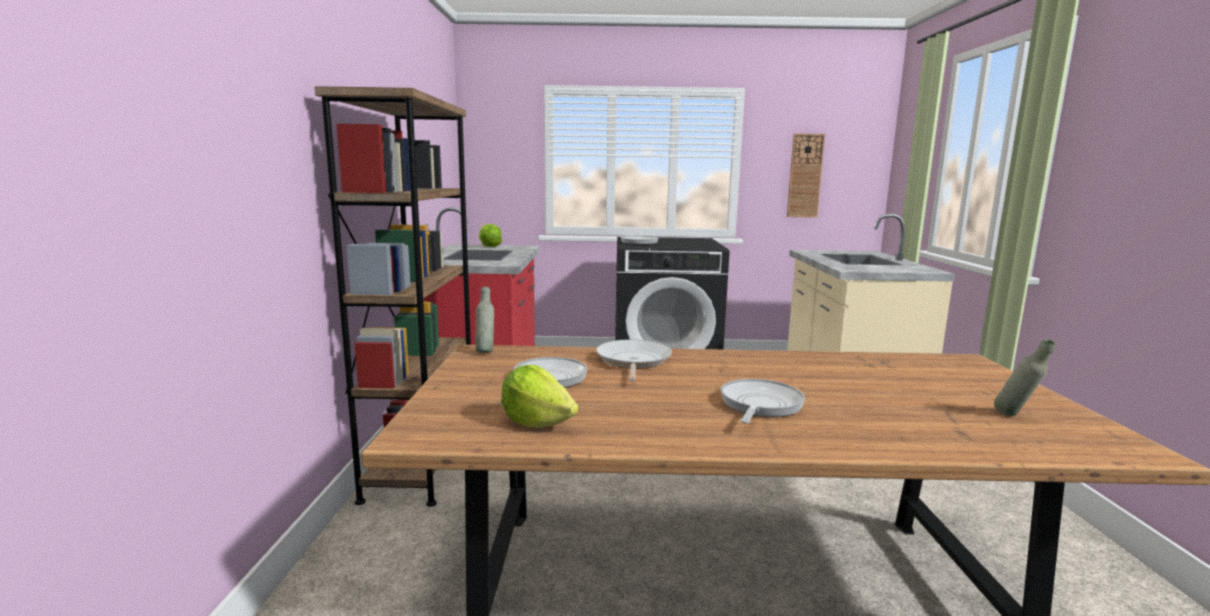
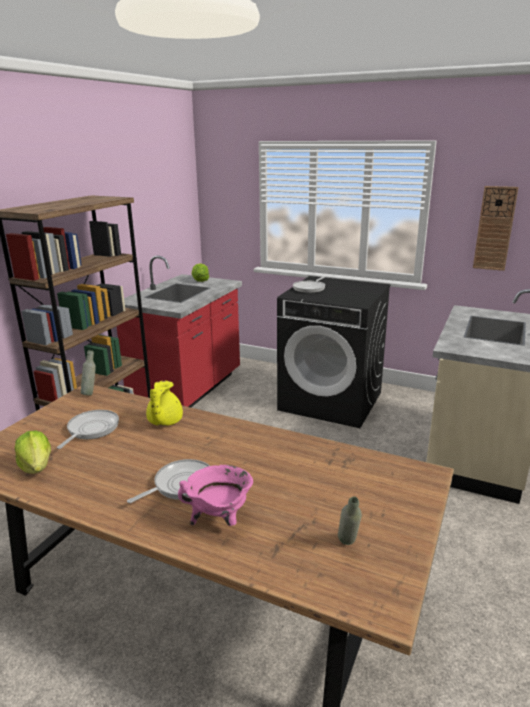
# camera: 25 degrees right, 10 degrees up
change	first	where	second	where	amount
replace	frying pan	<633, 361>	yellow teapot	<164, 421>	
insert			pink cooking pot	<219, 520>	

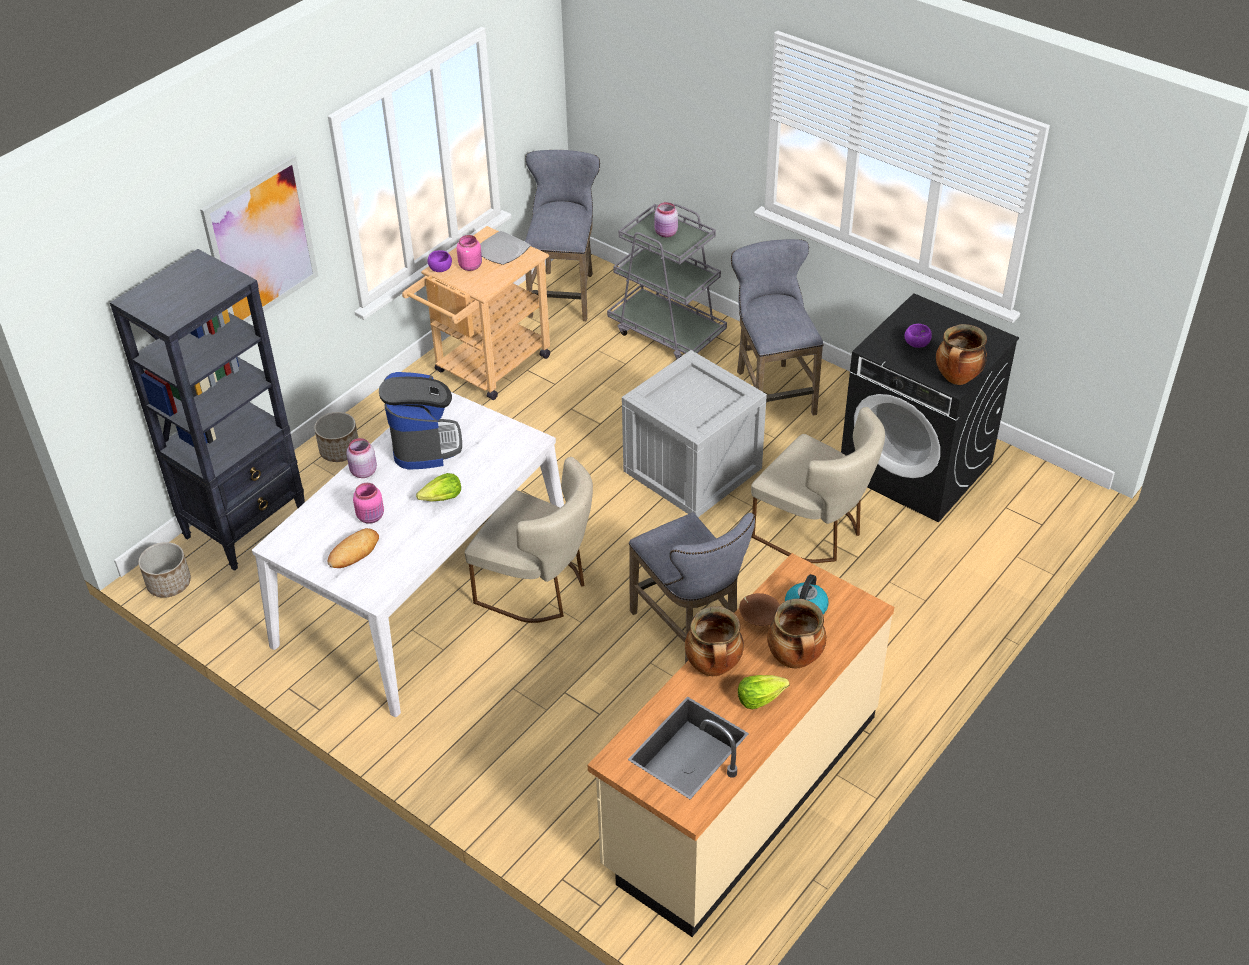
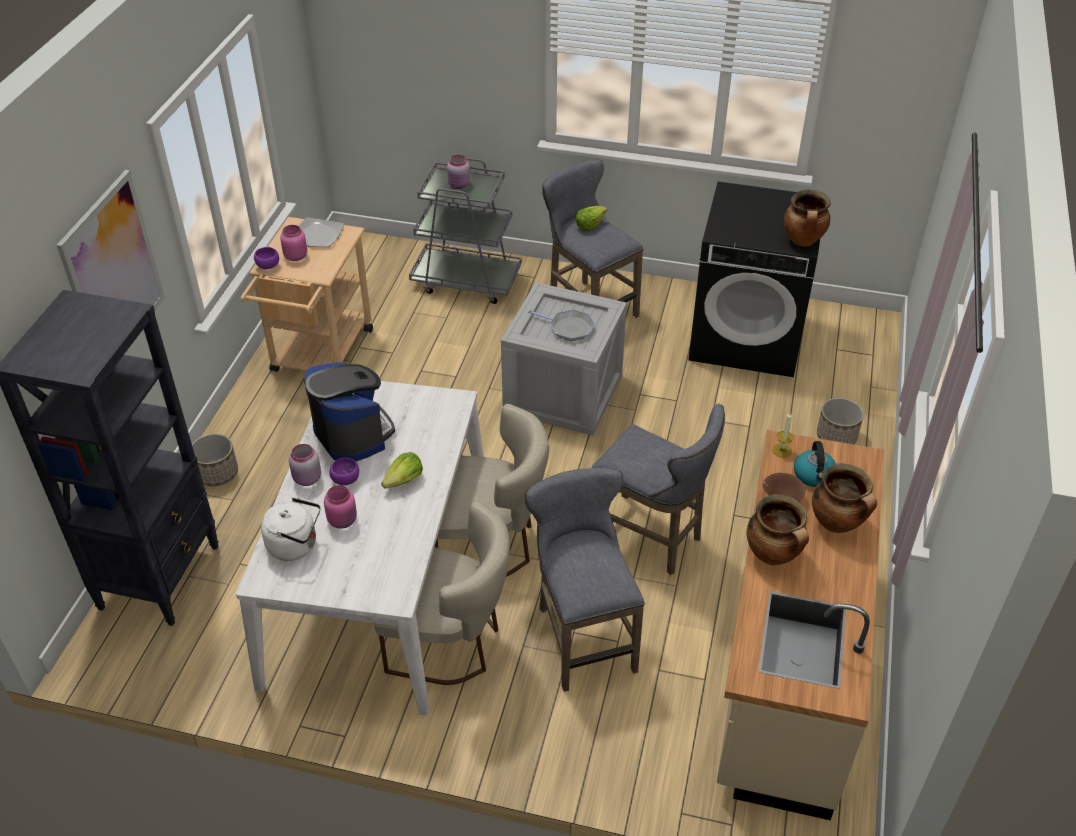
# camera: 25 degrees left, 0 degrees up
change	first	where	second	where	amount
move	planter	<169, 583>		<836, 436>	
delete	bread	<354, 552>			
move	grey stool	<564, 292>		<582, 634>	
move	lettuce	<760, 698>		<590, 224>	
move	beige chair	<815, 532>		<451, 642>	
move	purple bowl	<917, 344>		<346, 480>	
insert			white kettle	<295, 545>	
insert			frying pan	<568, 328>	
insert			candle	<782, 450>	

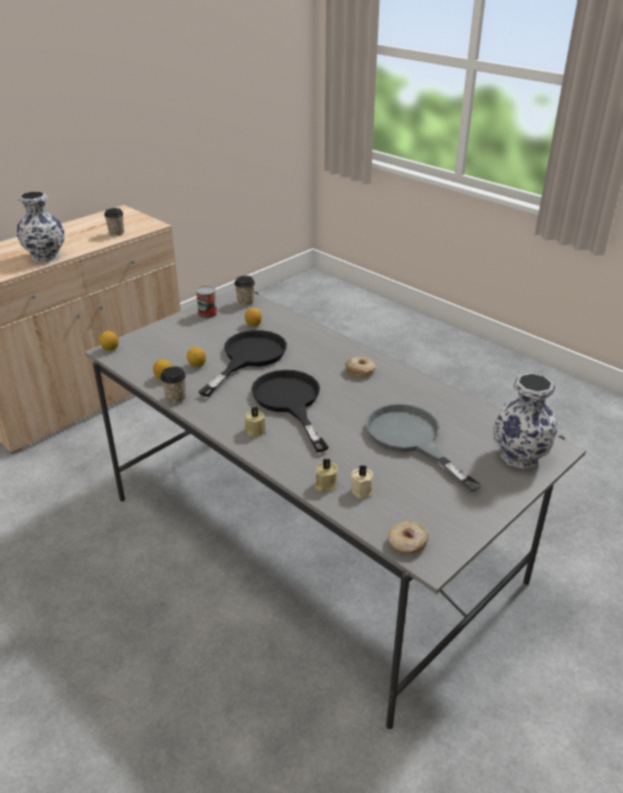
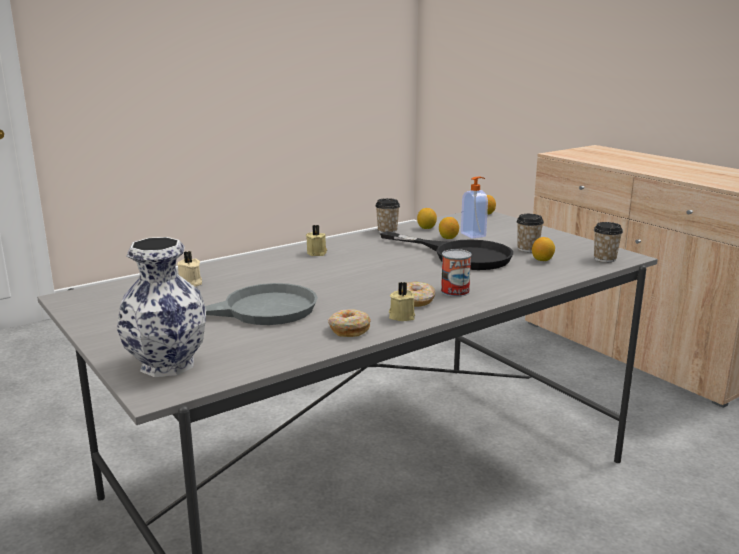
# camera: 100 degrees right, 15 degrees down
change	first	where	second	where	amount
delete	vase	<45, 256>			
move	cup	<116, 233>		<528, 249>	
move	can	<207, 313>		<455, 291>	
delete	black frying pan	<290, 402>			
move	beige candle	<325, 484>		<401, 316>	
move	donut	<407, 543>		<349, 329>	
insert			soap dispenser	<474, 235>	

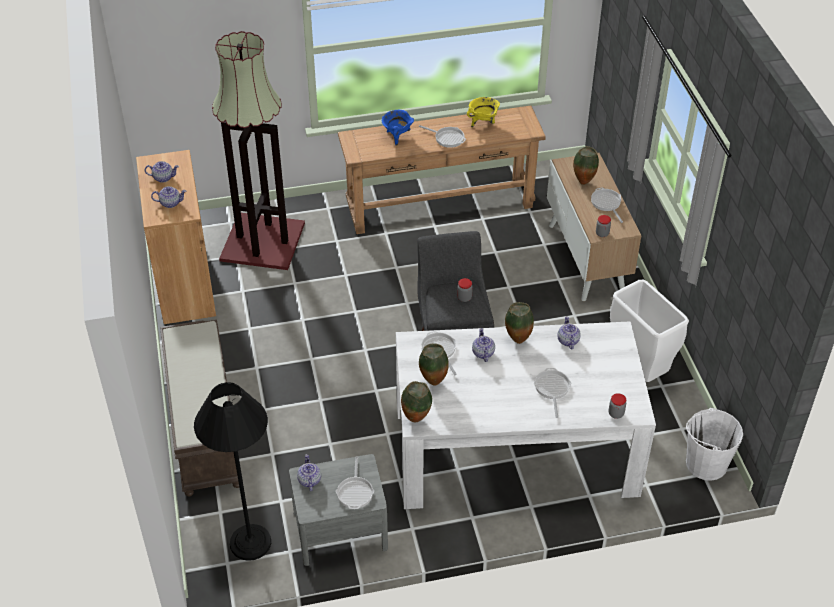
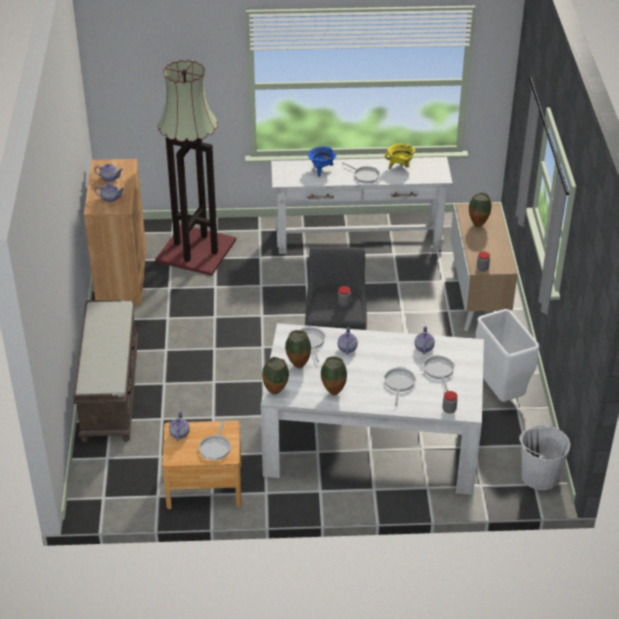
# camera: 10 degrees right, 5 degrees down
change	first	where	second	where	amount
delete	black floor lamp	<250, 542>			
recolor	grey nightstand	<340, 530>	brown nightstand	<204, 485>	
recolor	brown console table	<440, 206>	white console table	<358, 239>	
move	vase	<517, 340>		<333, 392>	
move	frying pan	<606, 203>		<439, 371>	

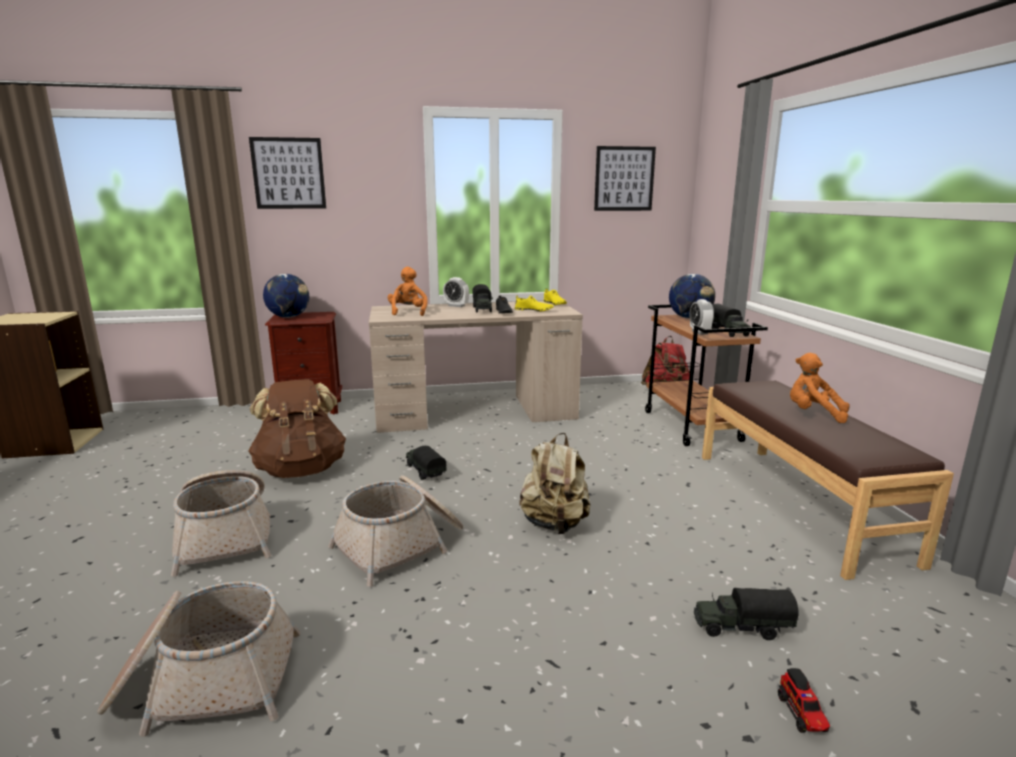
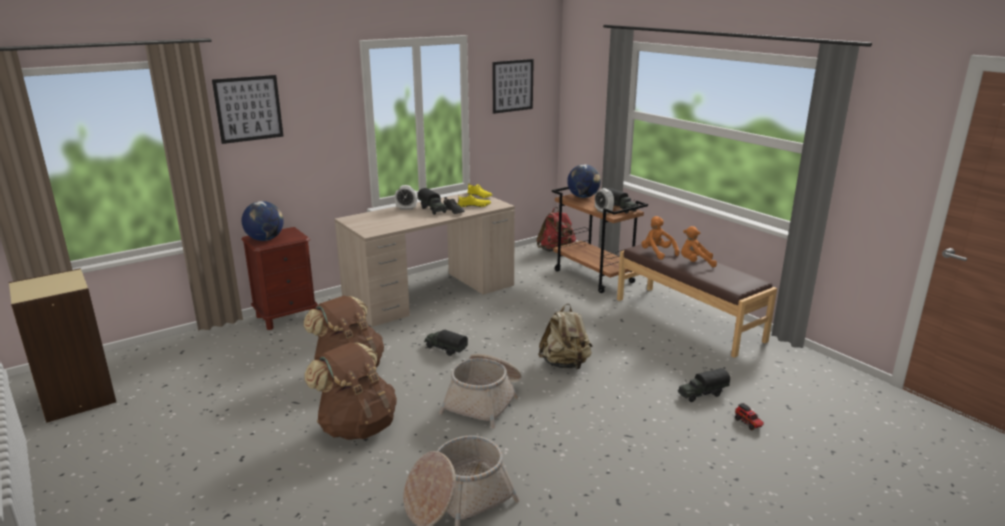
# camera: 25 degrees left, 5 degrees up
change	first	where	second	where	amount
replace	basket	<226, 536>	brown backpack	<357, 426>	
move	orange plush toy	<408, 312>		<657, 253>	

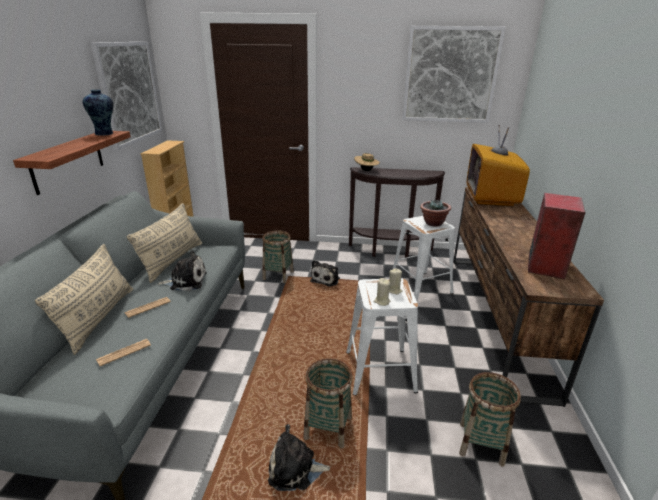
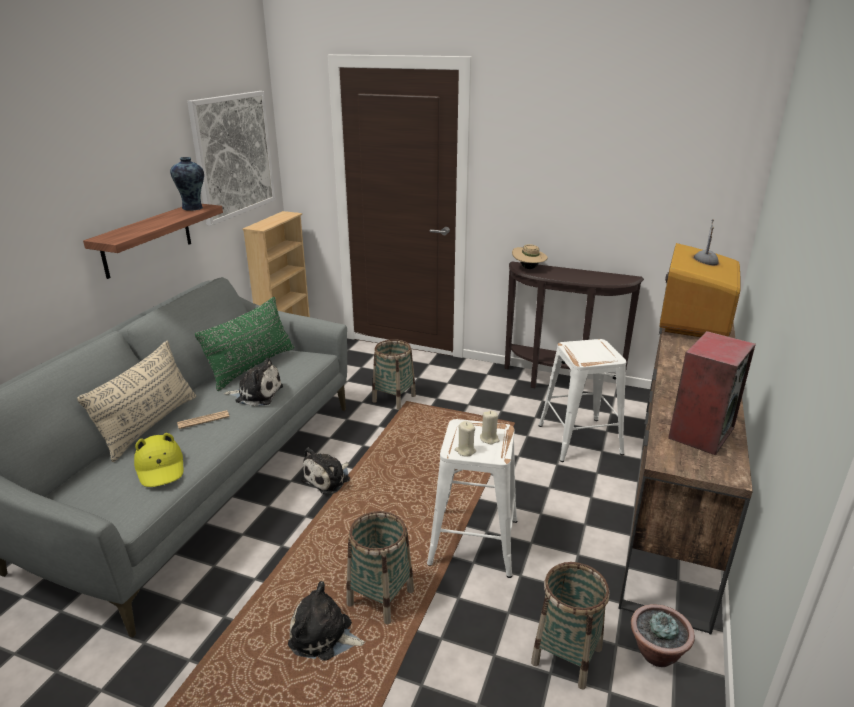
# camera: 15 degrees right, 0 degrees up
change	first	where	second	where	amount
replace	newspaper	<124, 352>	yellow hat	<160, 467>	
recolor	beige pillow	<172, 261>	green pillow	<252, 366>	
move	plush toy	<326, 279>		<328, 479>	
delete	picture	<450, 75>			
move	potted plant	<433, 223>		<656, 653>	

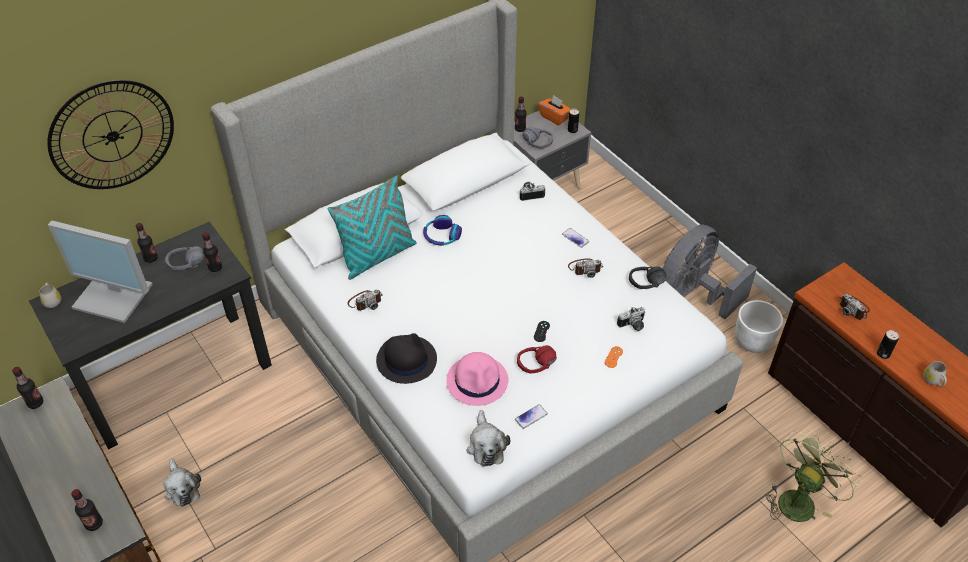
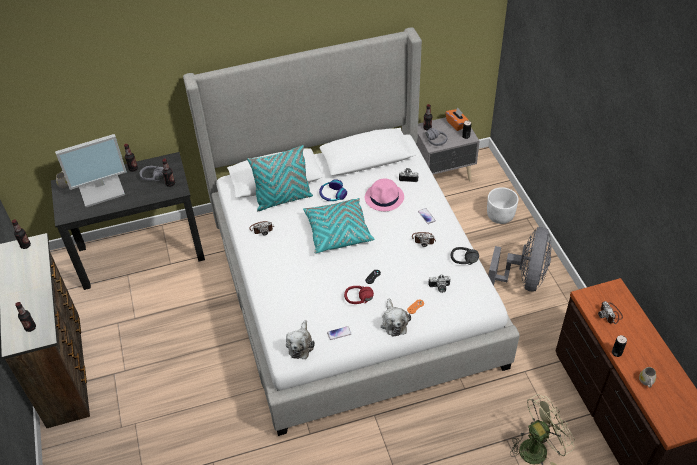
# camera: 20 degrees right, 0 degrees up
change	first	where	second	where	amount
delete	wall clock	<112, 135>			
rotate	monitor	<115, 296>		<102, 189>	60 degrees counterclockwise
move	plush toy	<182, 488>		<394, 322>	
delete	black hat	<406, 360>			
move	pink hat	<478, 381>		<384, 197>	
rotate	grey fan	<693, 295>		<523, 279>	135 degrees clockwise
move	white planter	<752, 340>		<500, 216>	
insert			turquoise pillow	<338, 232>	

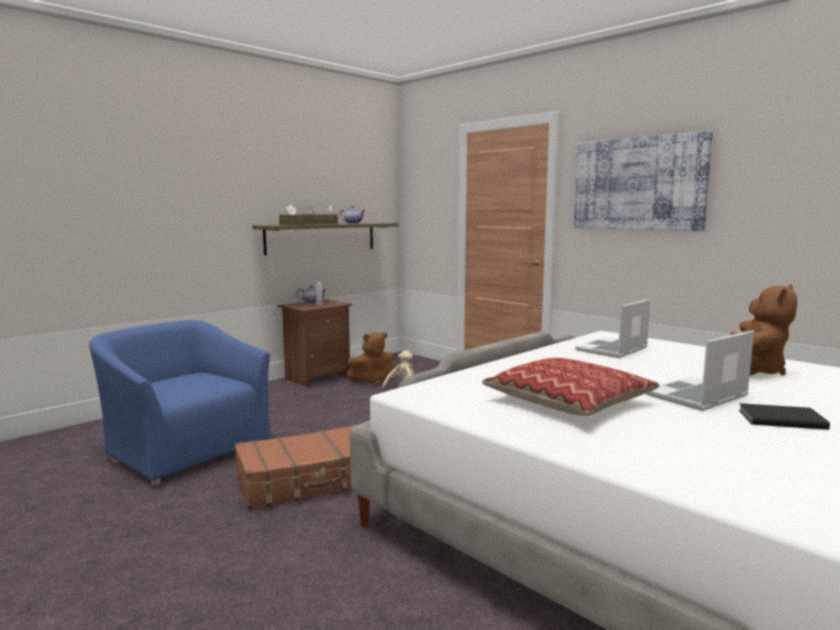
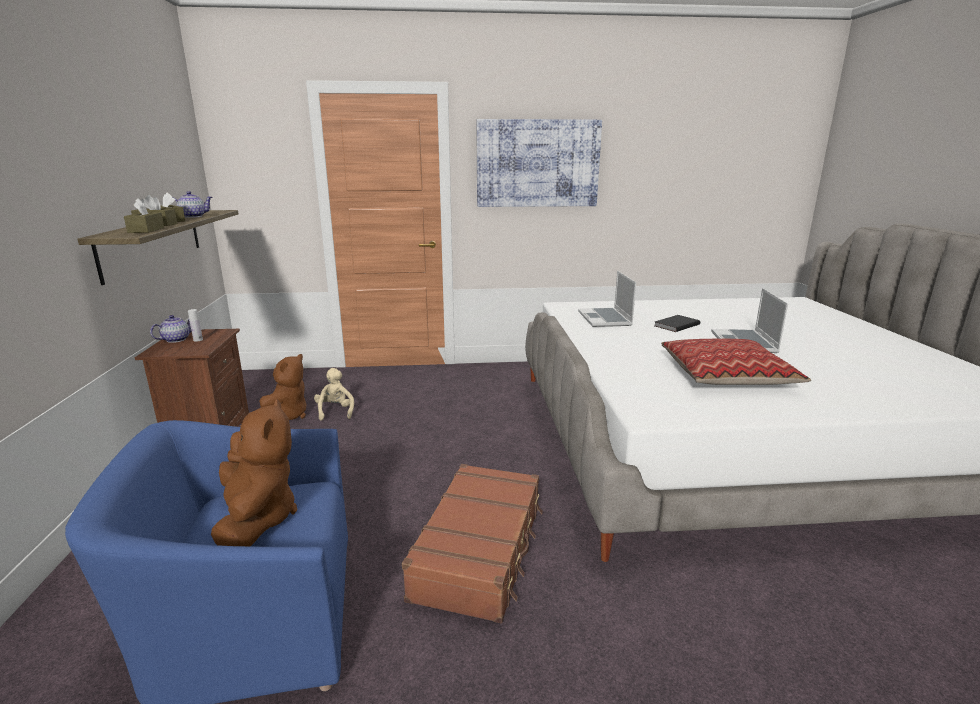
# camera: 50 degrees left, 10 degrees up
change	first	where	second	where	amount
move	brown plush toy	<752, 371>		<257, 519>	
move	black book	<779, 419>		<675, 325>	

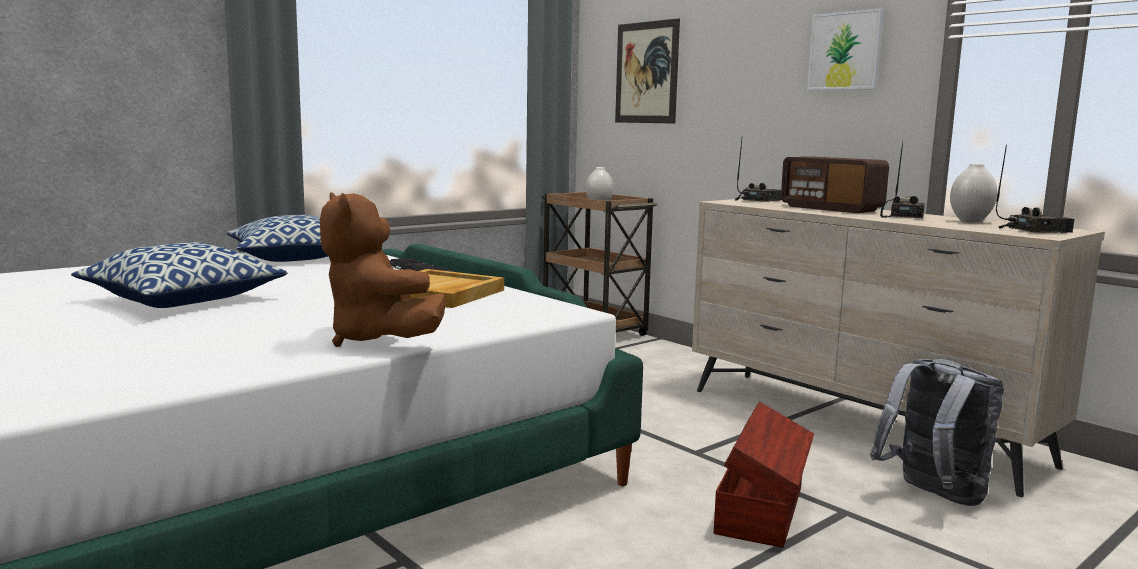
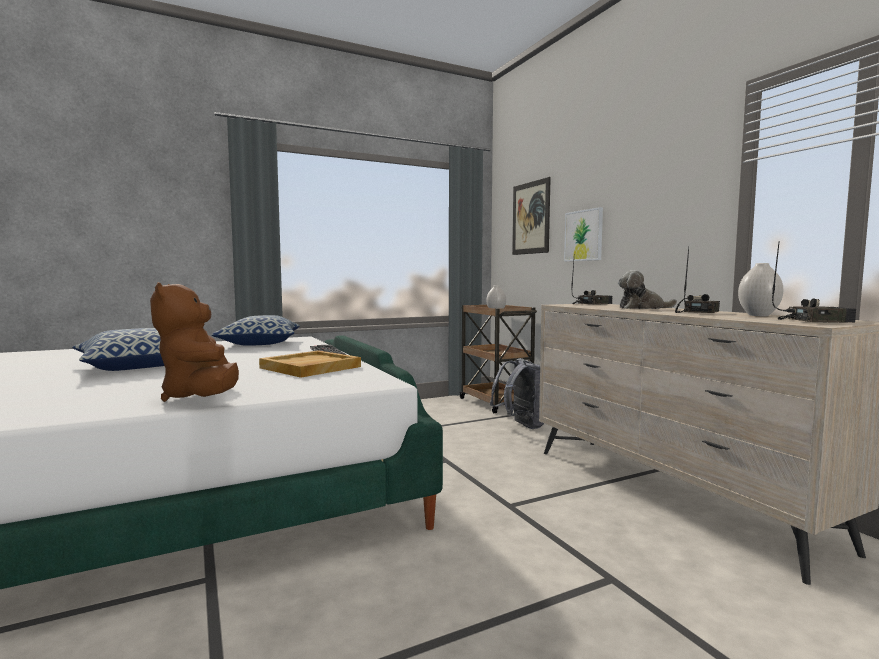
# camera: 15 degrees right, 5 degrees down
change	first	where	second	where	amount
delete	brown storage box	<762, 509>			
replace	radio	<831, 208>	plush toy	<642, 308>	
move	picture	<845, 51>		<583, 235>	
move	grey backpack	<933, 496>		<521, 425>	

